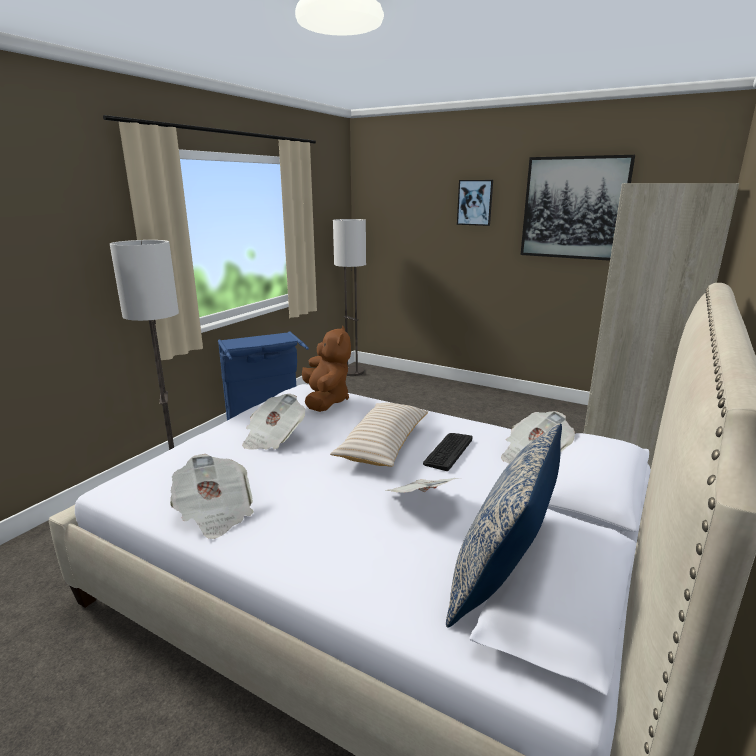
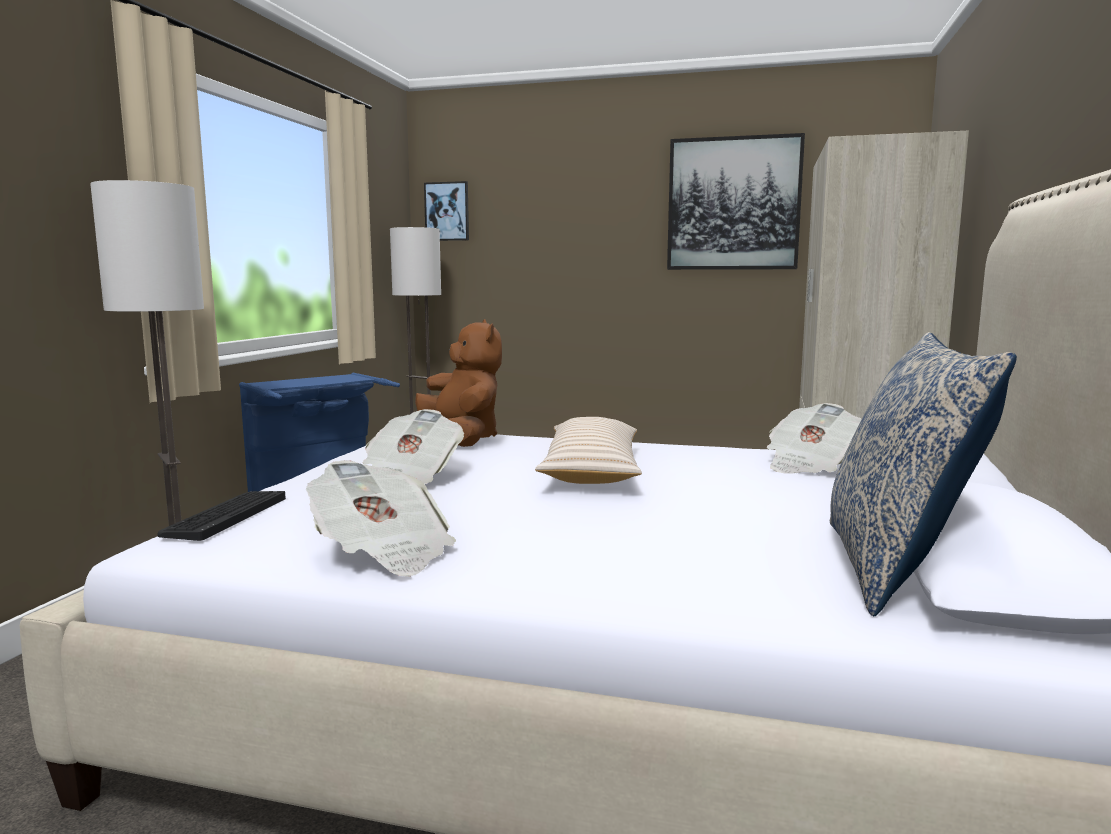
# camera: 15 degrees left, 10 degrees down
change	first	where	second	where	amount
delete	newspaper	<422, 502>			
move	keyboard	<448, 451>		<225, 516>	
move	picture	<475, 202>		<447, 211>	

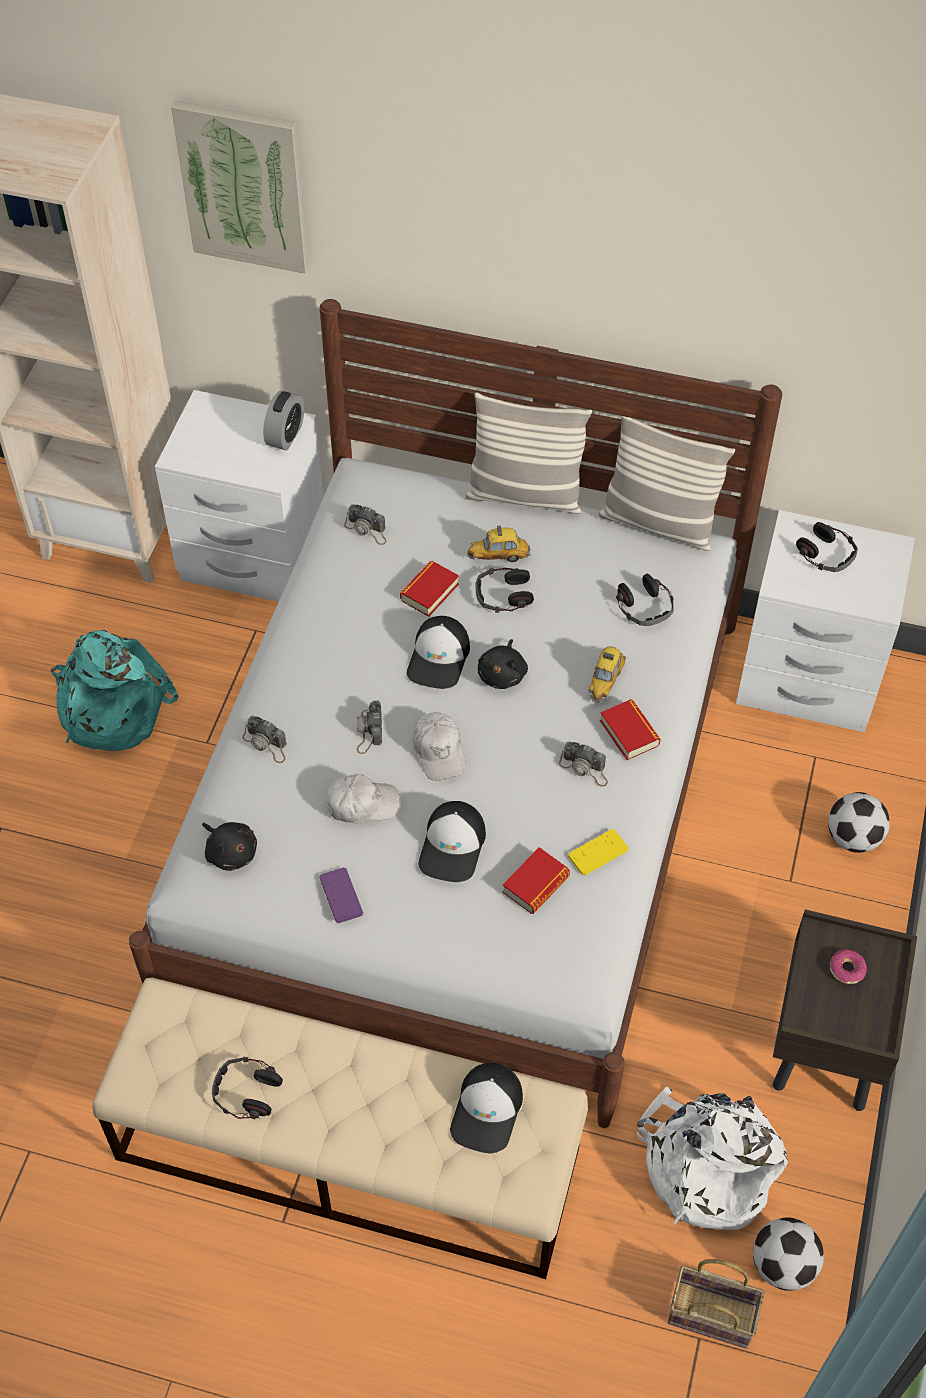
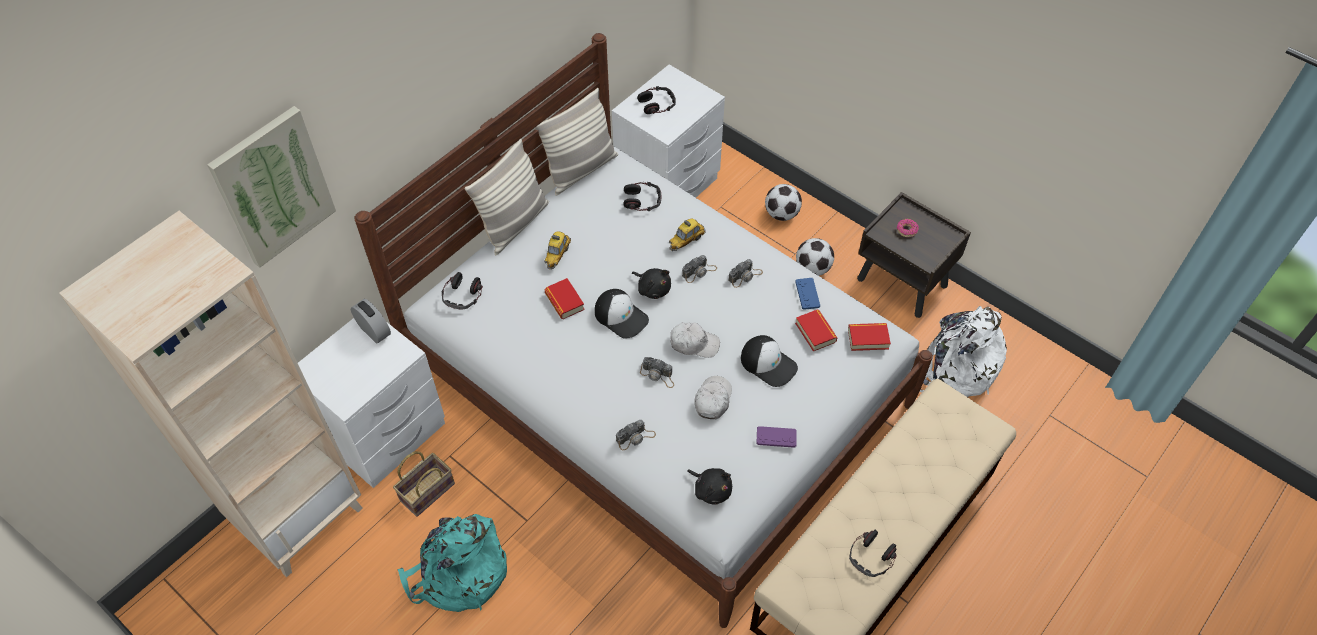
# camera: 65 degrees left, 0 degrees up
change	first	where	second	where	amount
rotate	black plush toy	<230, 852>		<711, 489>	60 degrees clockwise
move	photo camera	<367, 529>		<699, 272>	
delete	cap	<487, 1111>			
move	headphones	<503, 595>		<462, 295>	
recolor	yellow game controller	<598, 853>	blue game controller	<807, 294>	
rotate	toy car	<605, 680>		<686, 241>	90 degrees clockwise
move	book	<629, 733>		<868, 339>	
move	basket	<714, 1314>		<427, 490>	
move	football	<783, 1265>		<813, 268>	

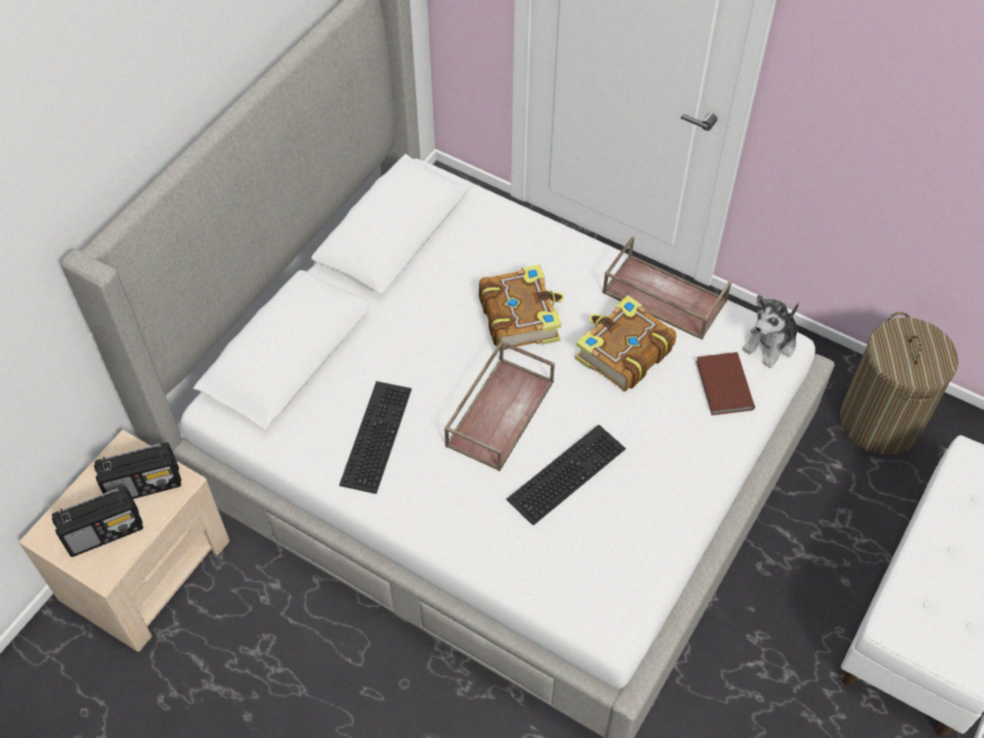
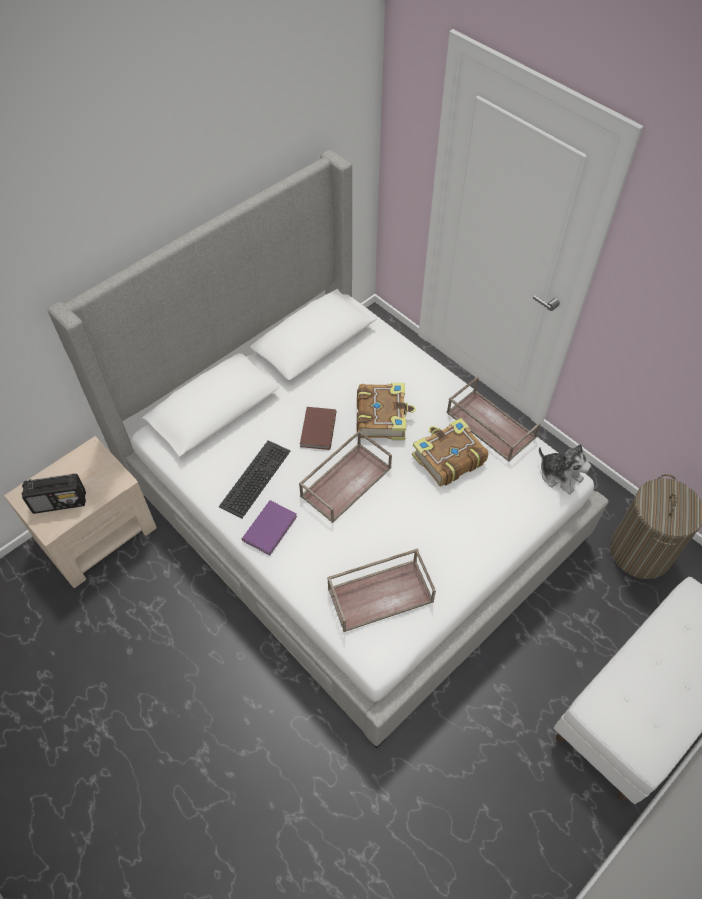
# camera: 15 degrees right, 0 degrees up
change	first	where	second	where	amount
delete	radio	<144, 485>			
delete	keyboard	<565, 471>			
move	brown book	<723, 386>		<317, 430>	
rotate	plush toy	<771, 343>		<559, 475>	105 degrees counterclockwise
insert			purple book	<271, 528>	
insert			brown tray	<381, 594>	

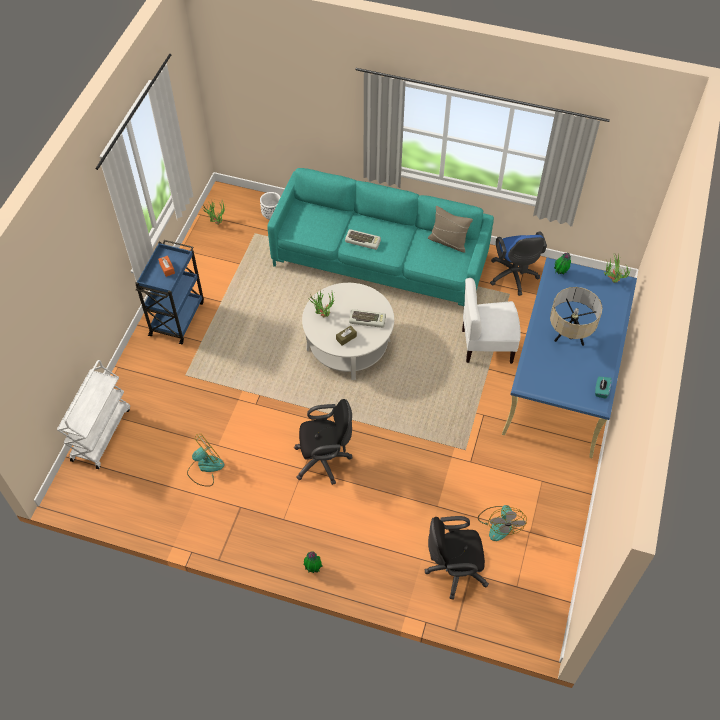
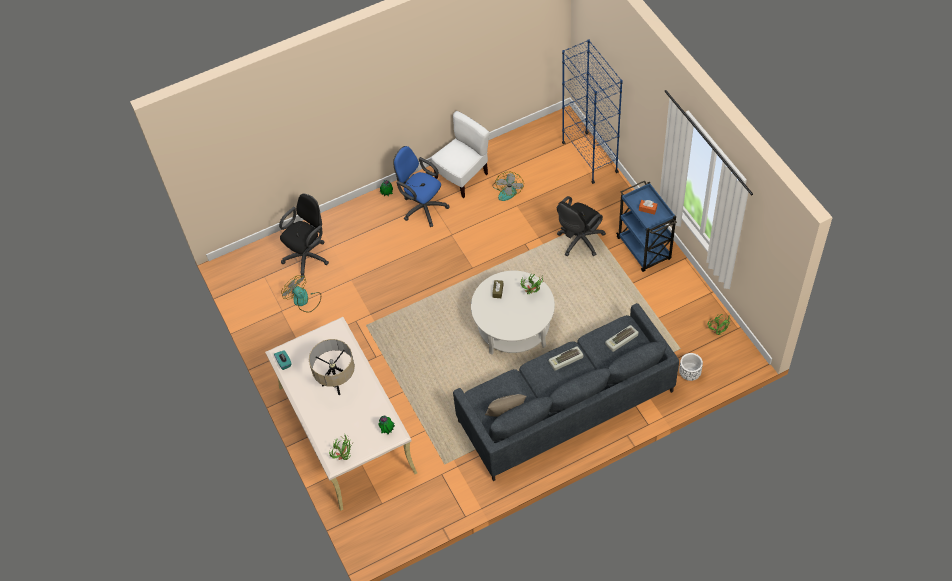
# camera: 140 degrees right, 0 degrees up
change	first	where	second	where	amount
replace	white cart	<101, 433>	blue bookcase	<589, 157>	
recolor	turquoise sofa	<379, 262>	grey sofa	<565, 406>	
move	black office chair	<325, 460>		<578, 241>	
move	keyboard	<368, 319>		<622, 340>	
move	white chair	<486, 345>		<462, 177>	
move	blue office chair	<513, 277>		<422, 207>	
recolor	blue desk	<562, 377>	beige desk	<346, 429>	

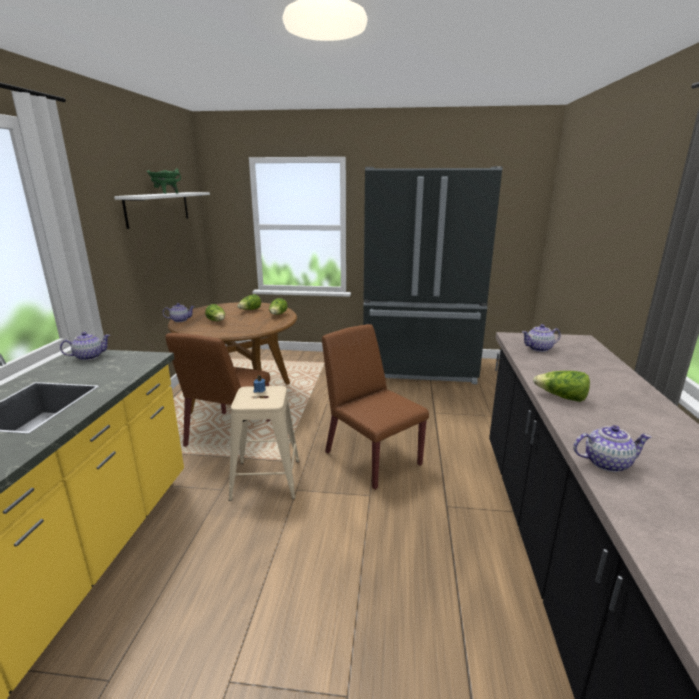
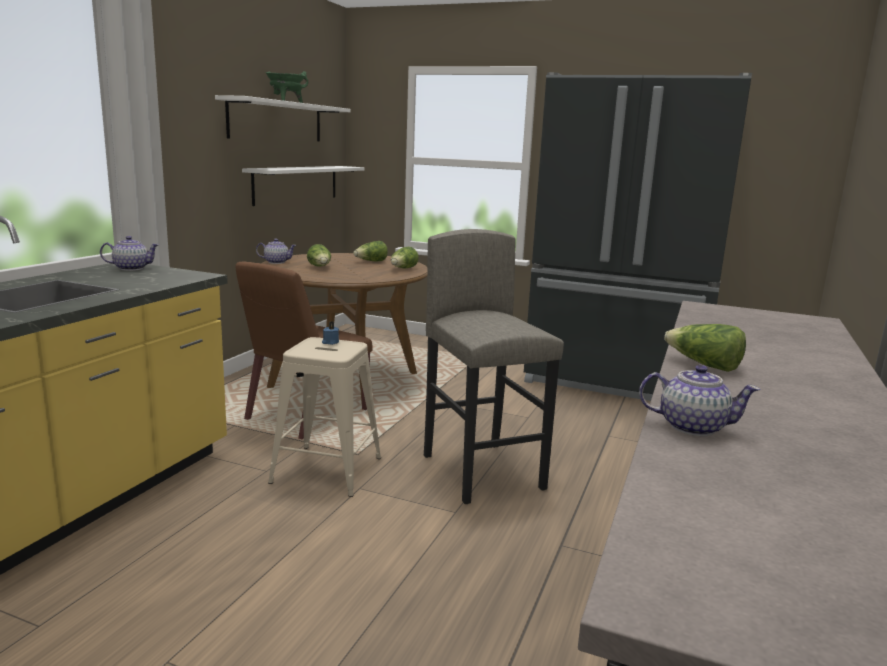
# camera: 15 degrees right, 5 degrees down
change	first	where	second	where	amount
replace	brown chair	<371, 458>	grey stool	<483, 471>	
delete	teapot	<539, 348>			
insert			white shelf	<296, 184>	

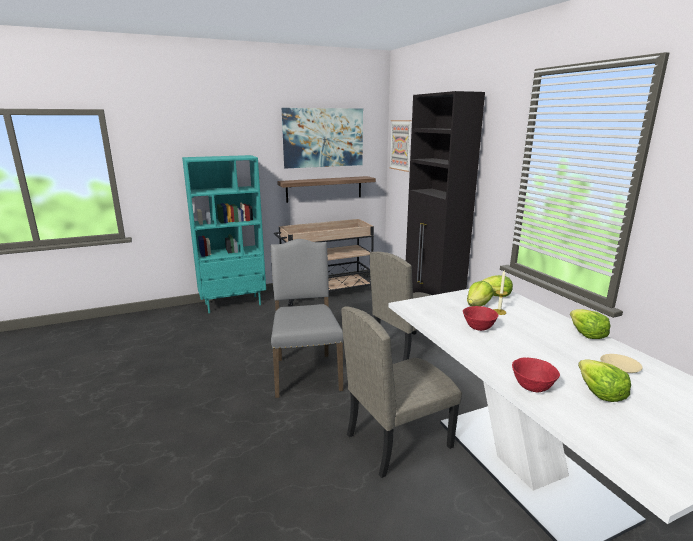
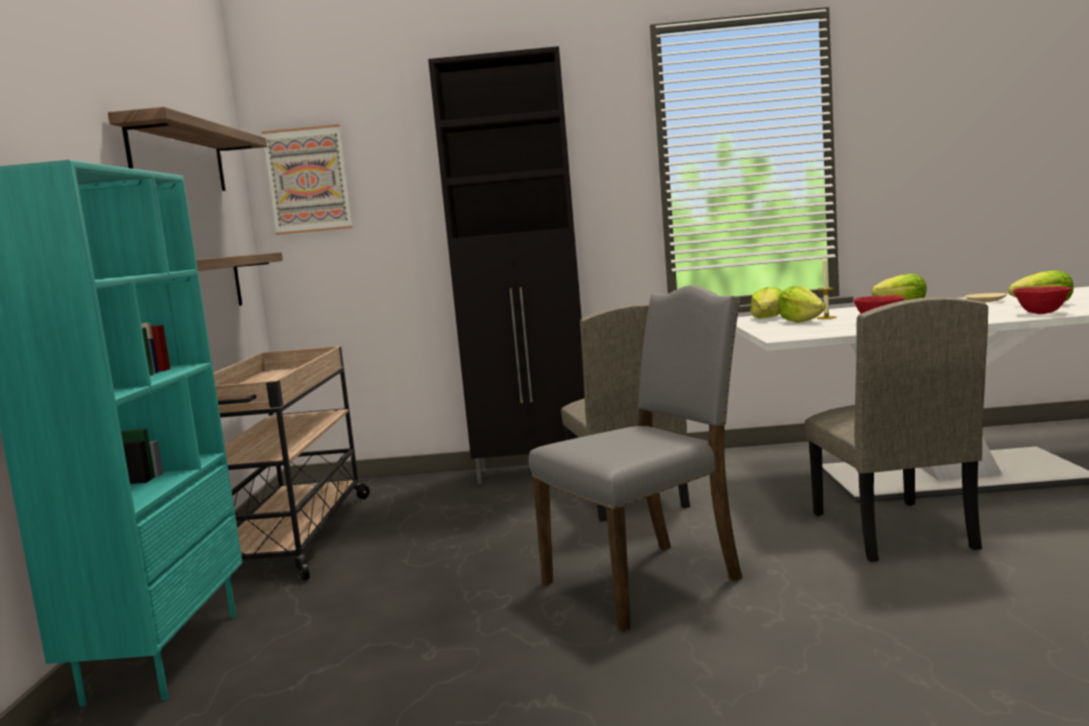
# camera: 65 degrees left, 10 degrees down
change	first	where	second	where	amount
rotate	grey chair	<306, 373>		<647, 580>	135 degrees clockwise
replace	picture	<323, 137>	shelf	<178, 157>	

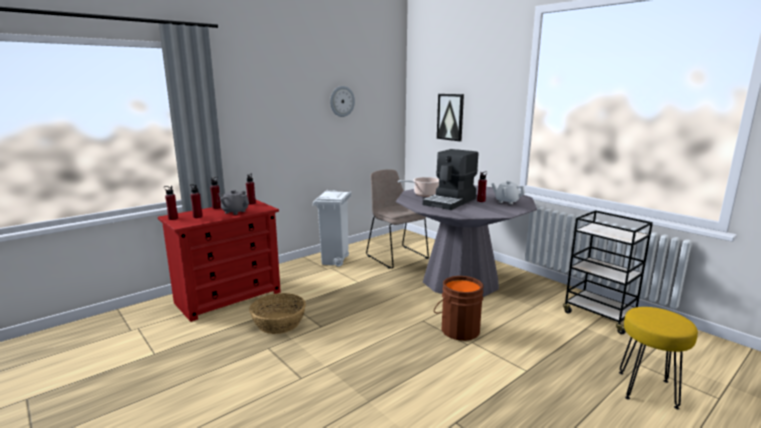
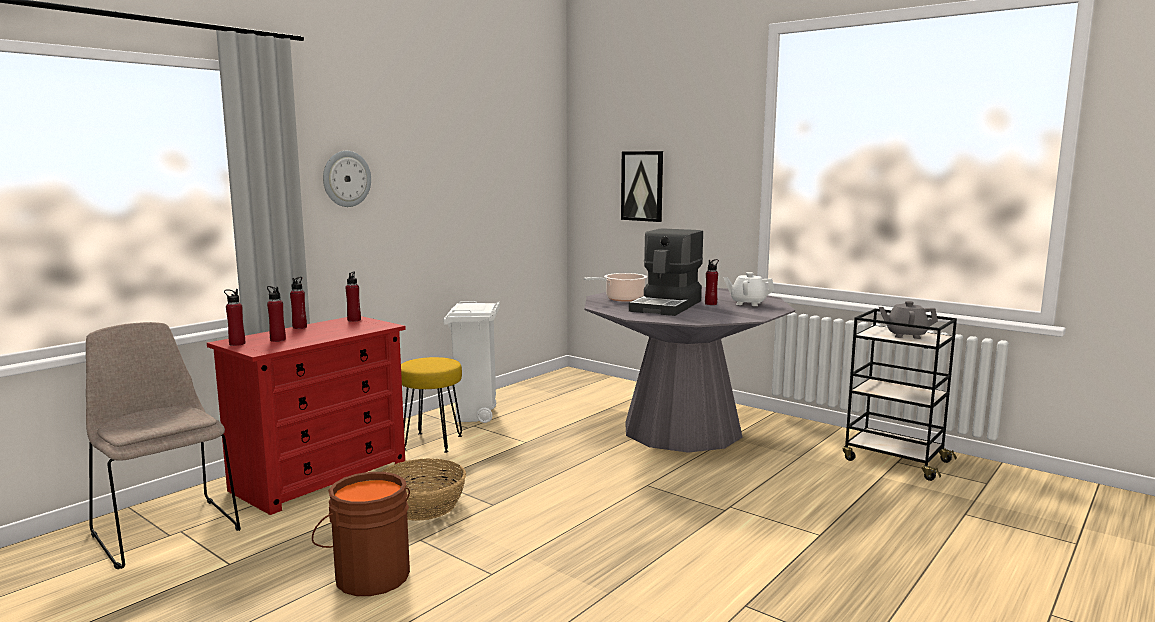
# camera: 10 degrees left, 5 degrees down
change	first	where	second	where	amount
move	grey teapot	<235, 212>		<906, 335>	
move	wall clock	<342, 101>		<346, 179>	
move	beige chair	<396, 256>		<165, 529>	
move	brown bucket	<458, 329>		<371, 575>	
move	yellow stool	<648, 390>		<433, 442>	

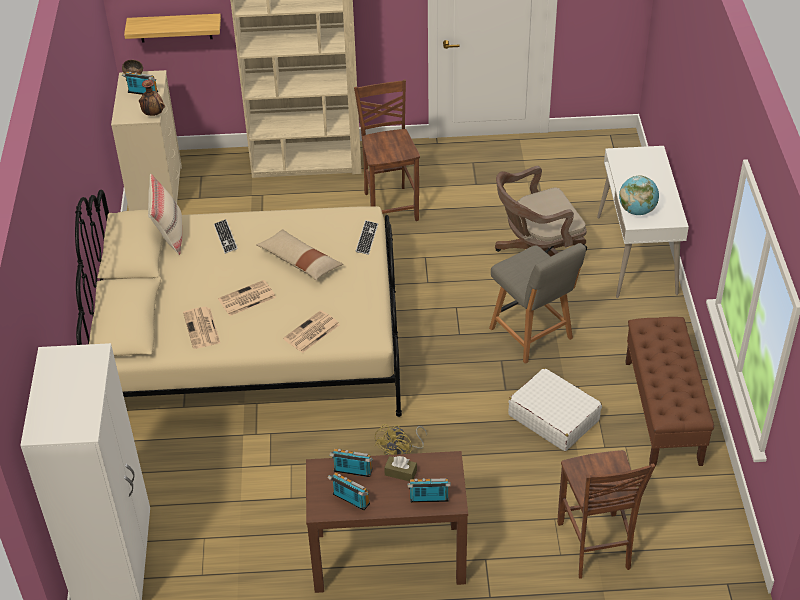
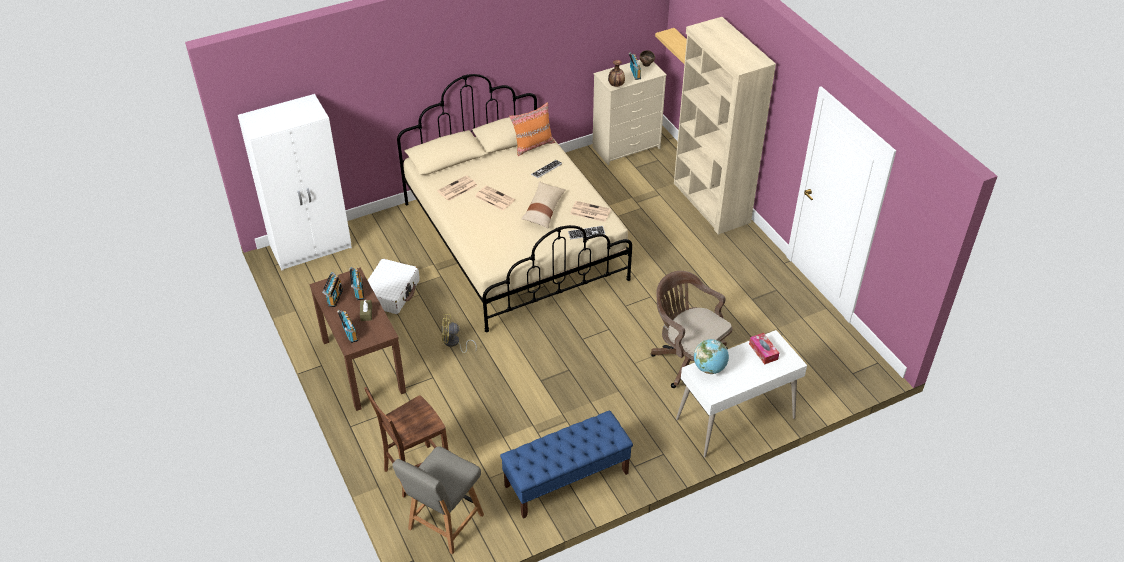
# camera: 65 degrees right, 0 degrees up
change	first	where	second	where	amount
recolor	beige pillow	<169, 235>	orange pillow	<533, 145>	
move	newspaper	<311, 332>		<590, 212>	
delete	brown chair	<390, 206>			
move	grey chair	<532, 335>		<444, 524>	
move	white suitcase	<553, 417>		<391, 292>	
recolor	brown bench	<663, 412>	blue bench	<566, 480>	
insert			tissue box	<763, 351>	

